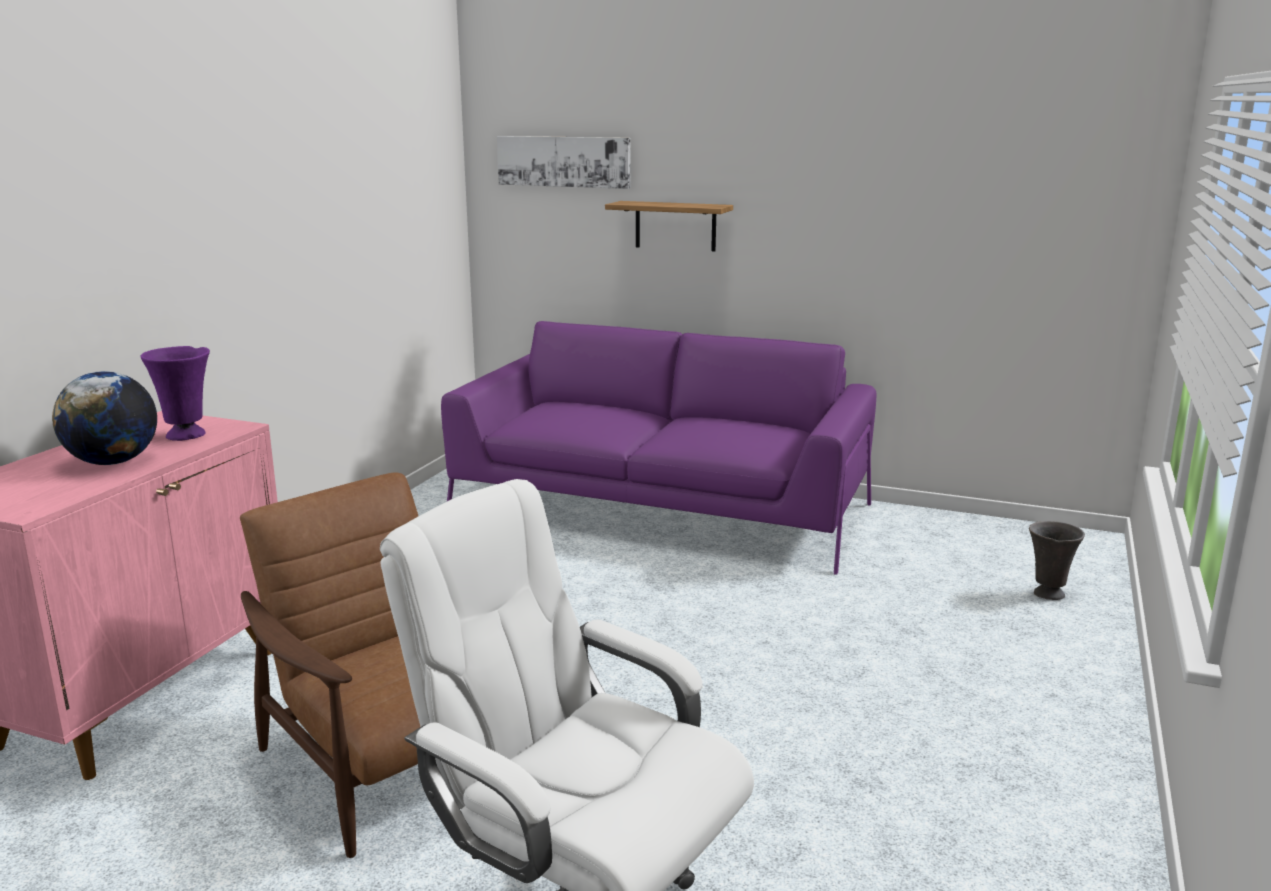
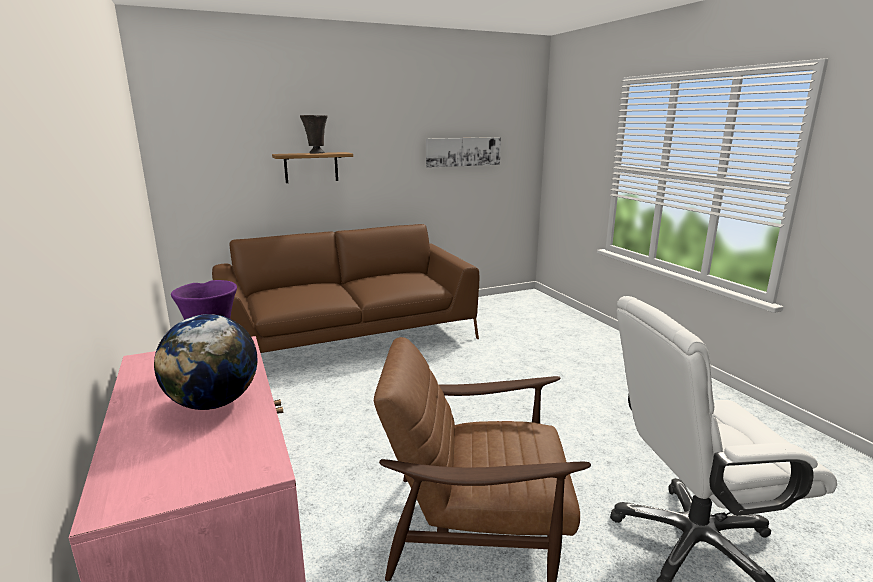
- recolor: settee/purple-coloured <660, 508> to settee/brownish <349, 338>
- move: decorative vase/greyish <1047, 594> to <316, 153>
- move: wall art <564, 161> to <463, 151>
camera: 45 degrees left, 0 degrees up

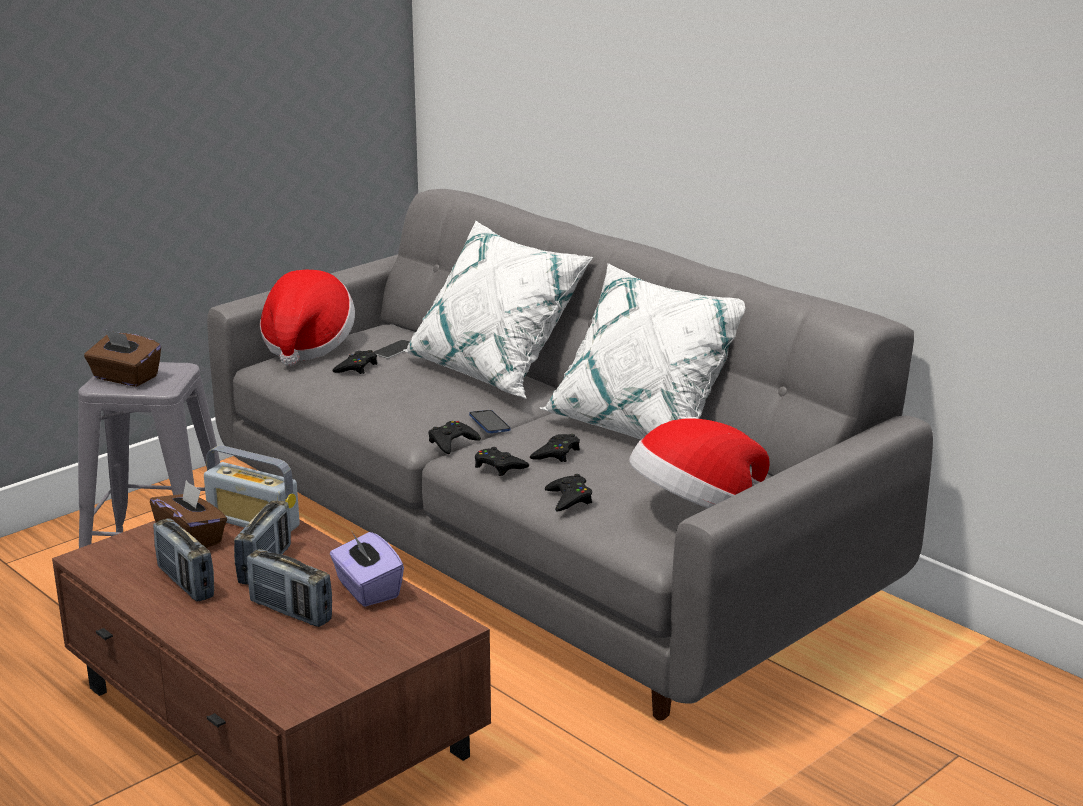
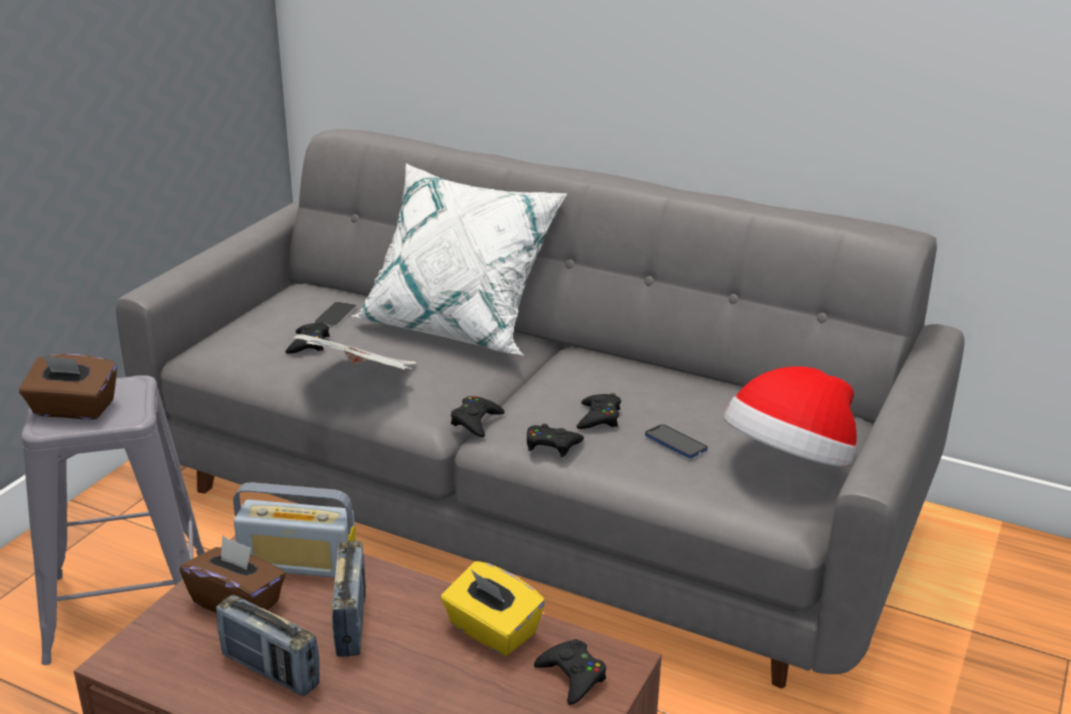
- insert: daily paper <362, 380>
- recolor: tissue box/purple-coloured <367, 589> to tissue box/yellow-coloured <492, 631>
- move: joypad/black-coloured <569, 499> to <572, 676>
- move: handset <489, 423> to <675, 443>
- delete: radio <290, 612>
- delete: wearable hat <307, 346>
- delete: pillow/white-coloured <645, 426>
camera: 20 degrees left, 5 degrees up

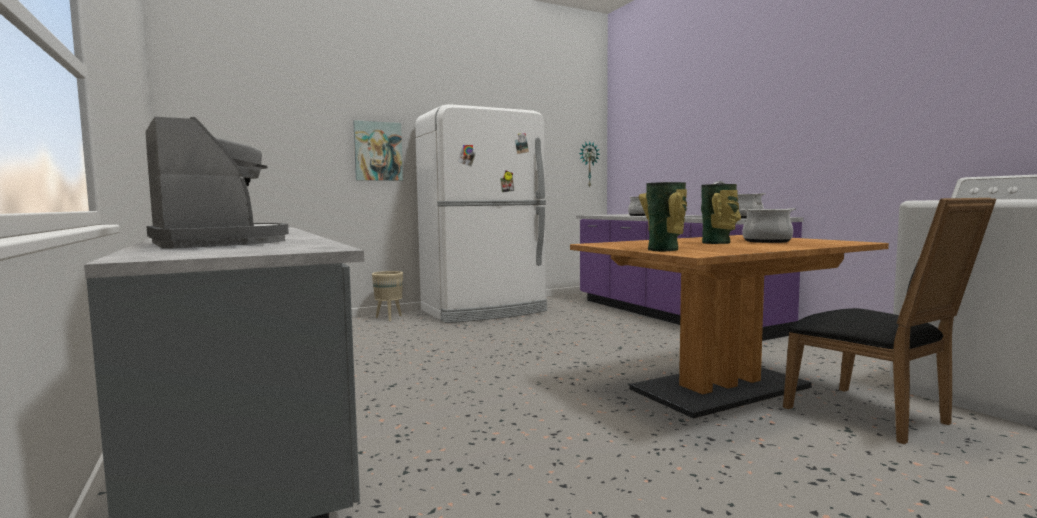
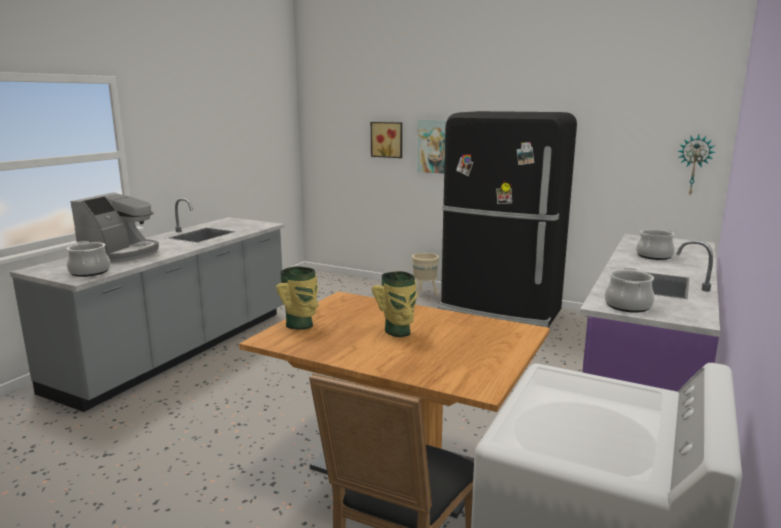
- move: saucepot <767, 241> to <89, 272>
- insert: wall art <387, 139>
- recolor: fridge/white-coloured <485, 311> to fridge/black-coloured <500, 313>
camera: 55 degrees right, 10 degrees up

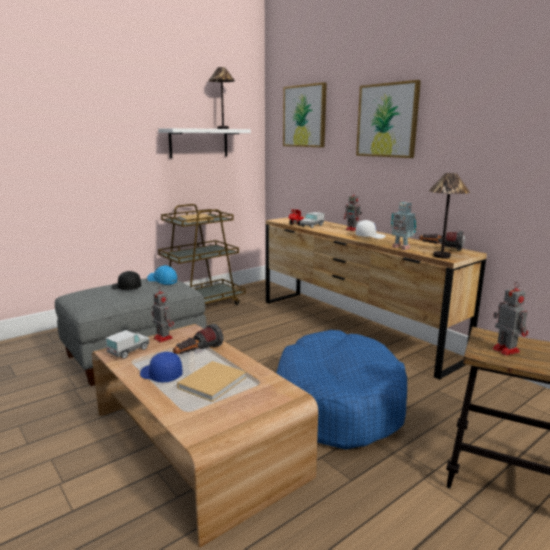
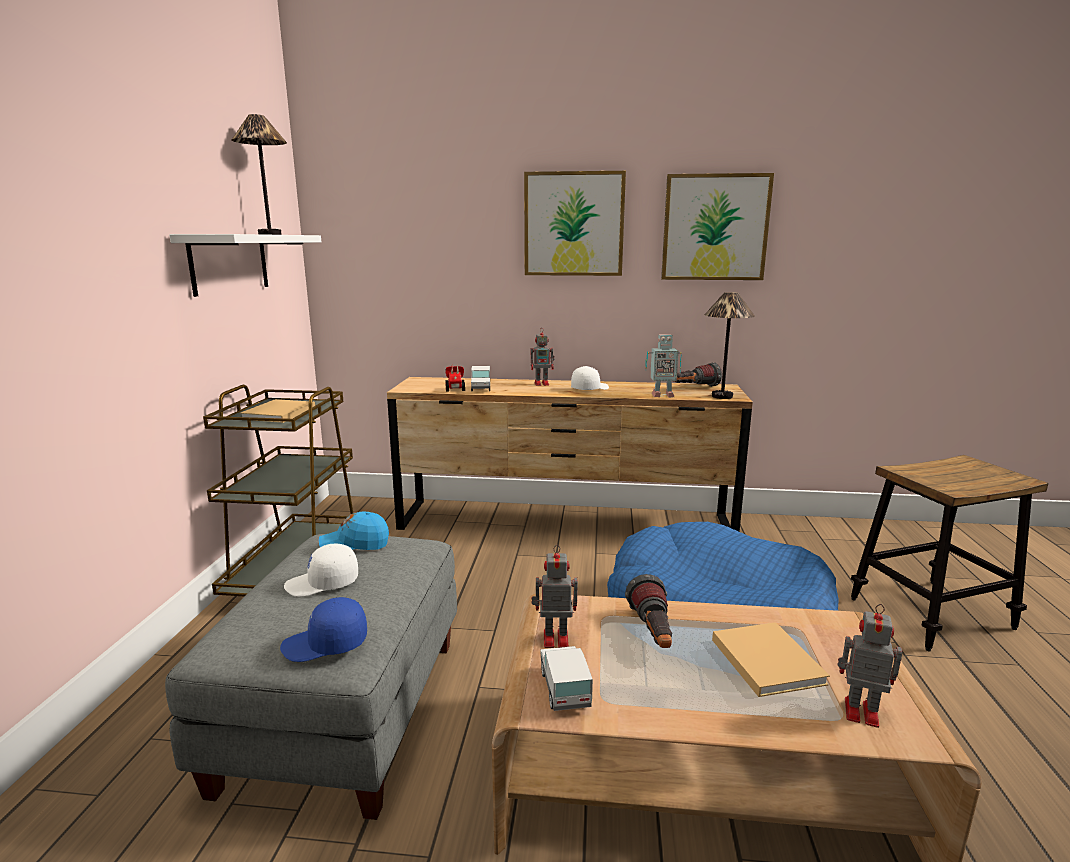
- move: peaked cap/blue-coloured <160, 375> to <325, 644>
- recolor: peaked cap/black-coloured <125, 288> to peaked cap/white-coloured <322, 584>
- move: wall art <304, 116> to <715, 228>
- move: model robot <504, 349> to <858, 711>
camera: 45 degrees left, 0 degrees up

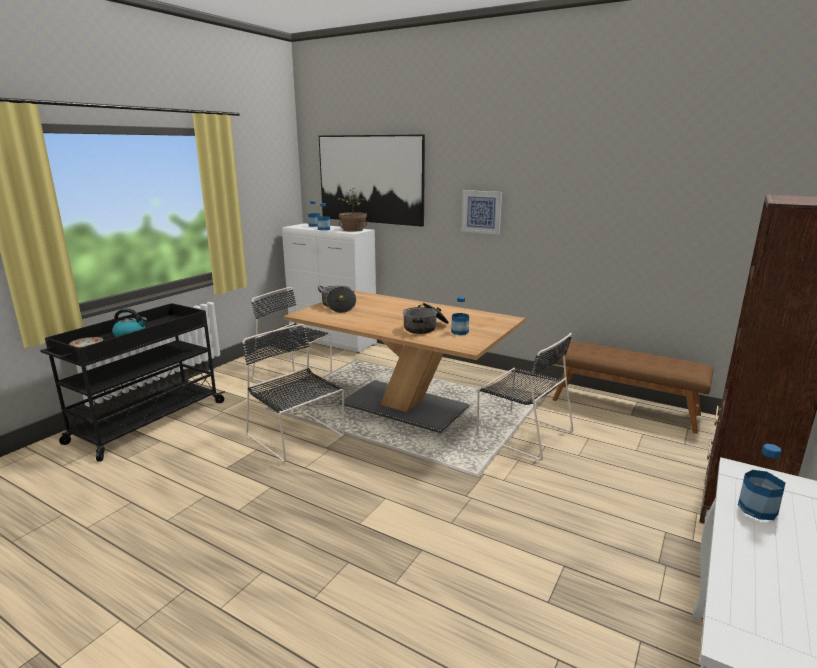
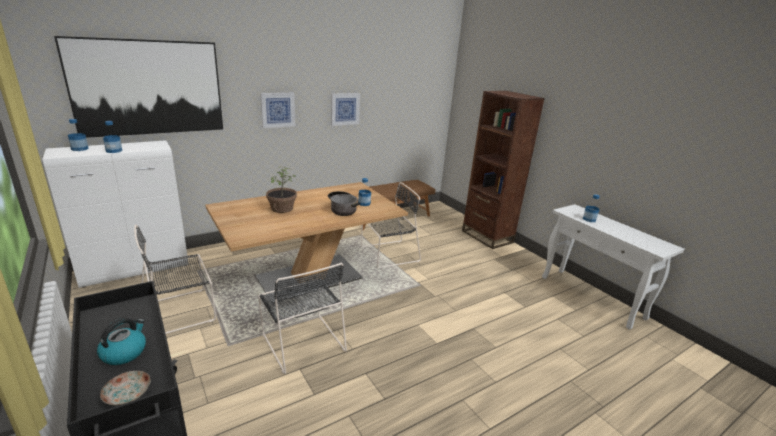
- rotate: upright chair/black-coloured <297, 437> = <302, 340> 105 degrees counterclockwise
- move: houseplant <353, 230> to <281, 208>
- insert: wall art <345, 109>
- delete: saucepot <338, 306>
camera: 65 degrees left, 5 degrees up

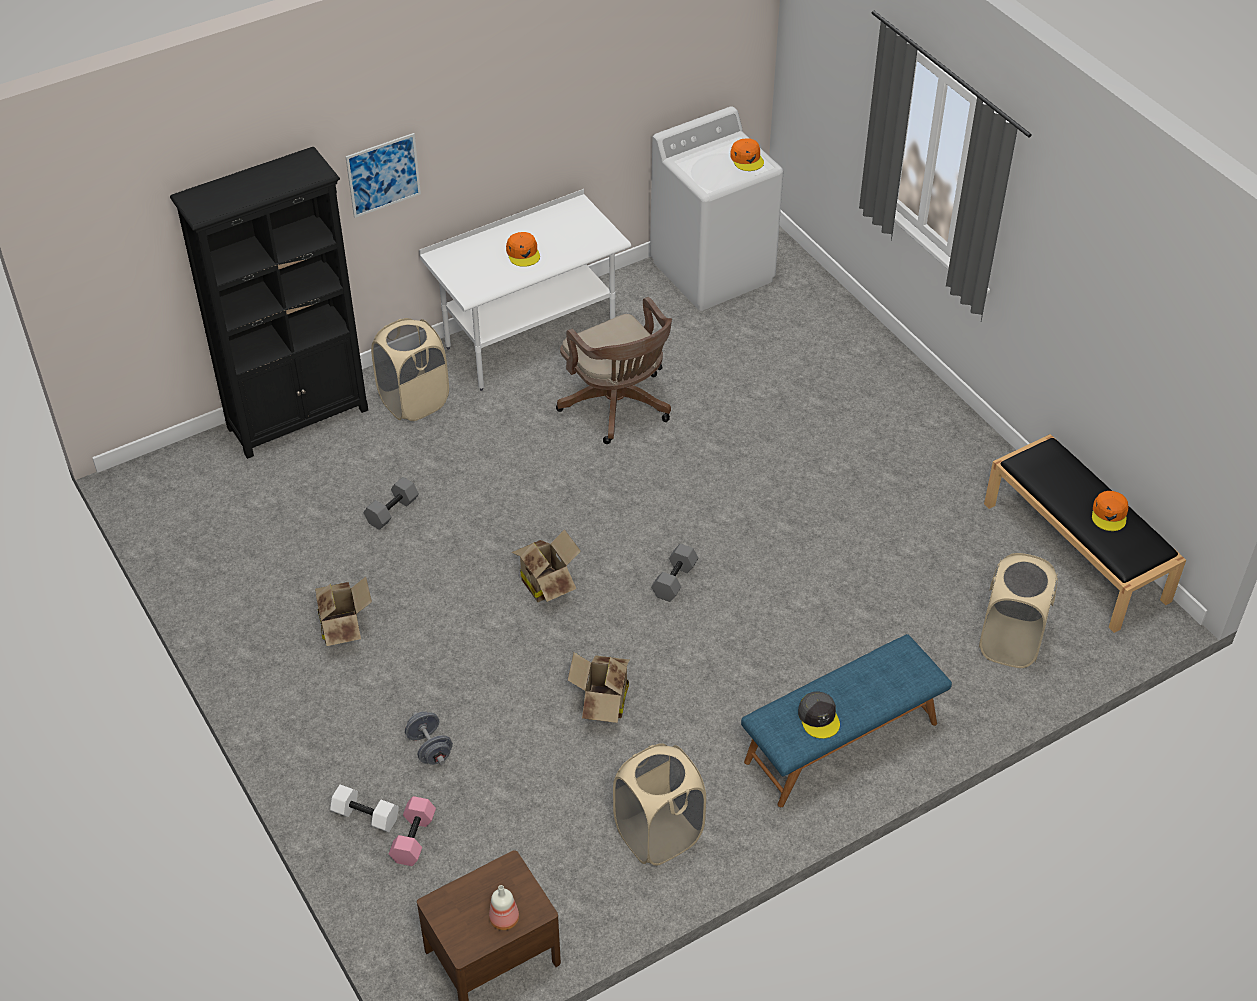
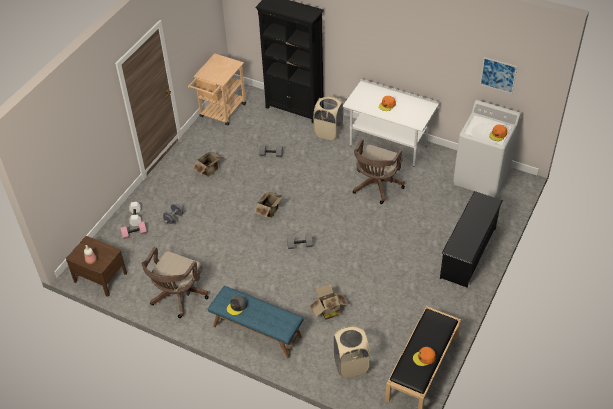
- replace: washing basket/beige <658, 834> to desk chair/brownish <177, 297>
- insert: trolley/beige <221, 113>
- move: packing box <602, 703> to <328, 310>
- insert: shoe stand/black-coloured <468, 253>
- move: wall art <383, 175> to <498, 75>
camera: 60 degrees right, 0 degrees up

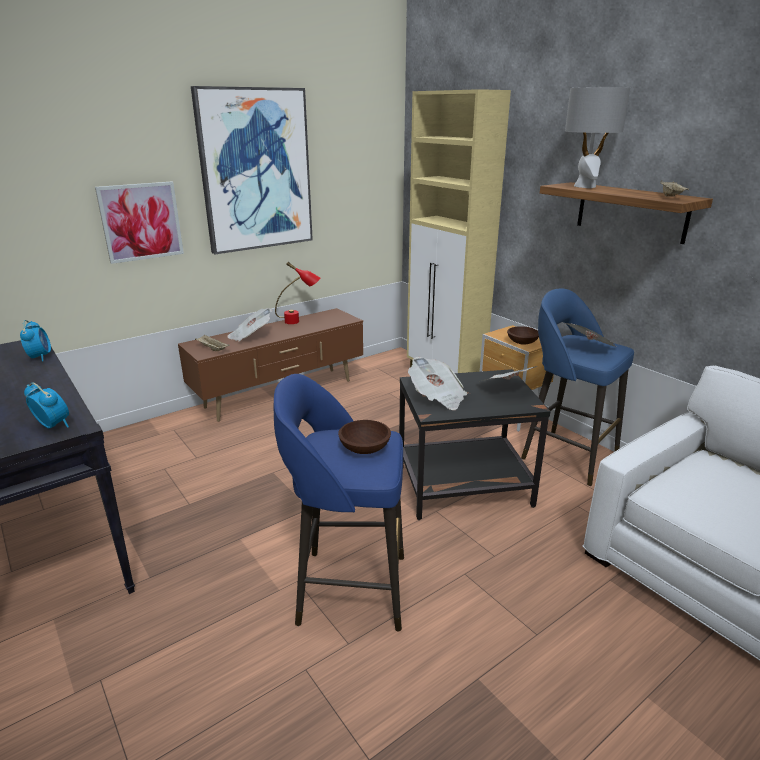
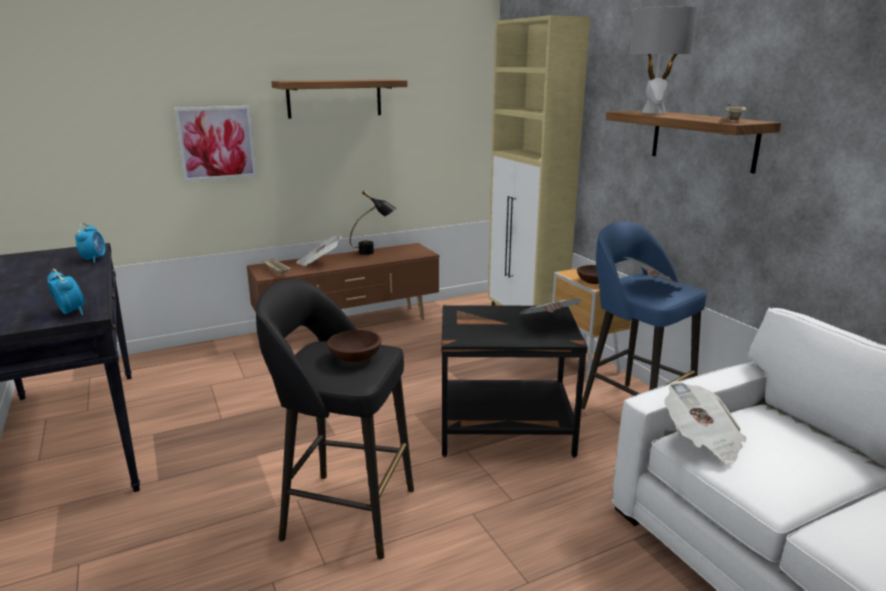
- recolor: sitting stool/blue-coloured <348, 588> to sitting stool/black-coloured <345, 513>
- replace: wall art <255, 170> to wall shelf <334, 98>
- recolor: tabletop lamp/red <299, 321> to tabletop lamp/black-coloured <373, 252>
- move: daily paper <437, 397> to <702, 440>
camera: 10 degrees right, 5 degrees down

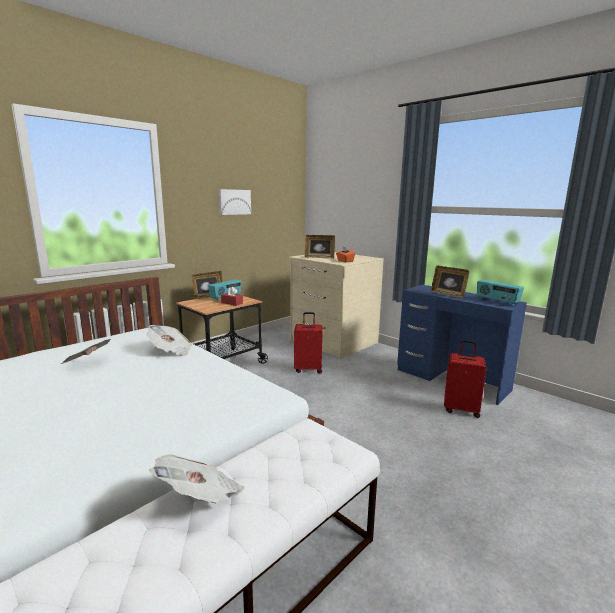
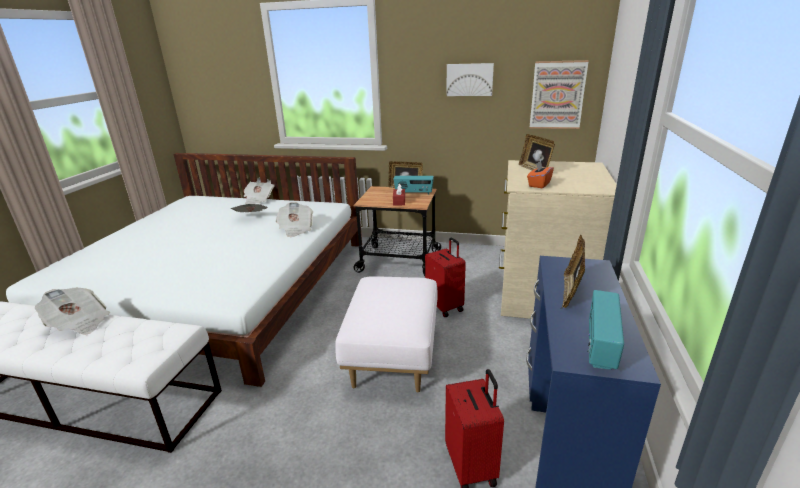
- insert: daily paper <259, 199>
- insert: footrest/white-coloured <394, 356>
- insert: wall art <557, 95>
camera: 60 degrees right, 10 degrees up

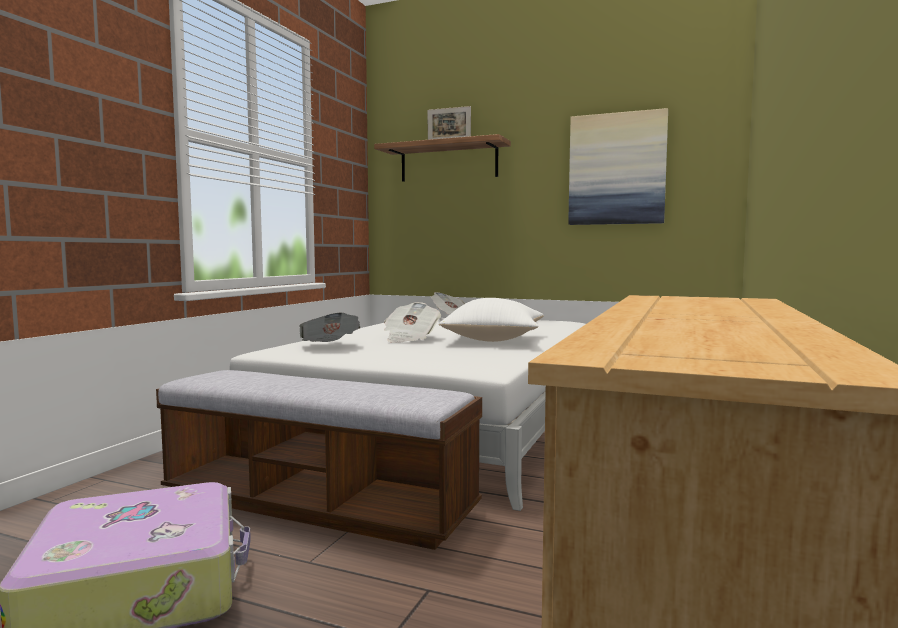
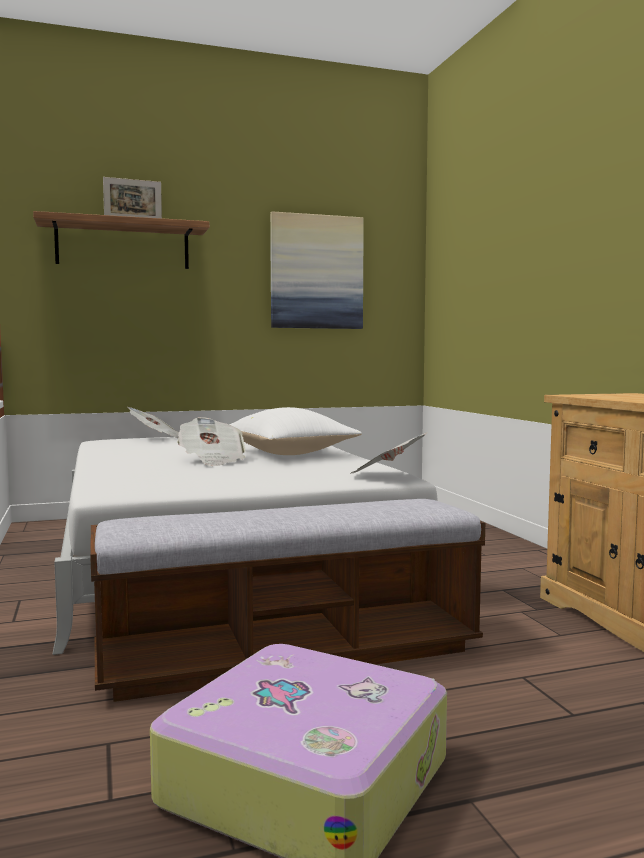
- move: daily paper <329, 346> to <386, 476>
camera: 40 degrees left, 0 degrees up

